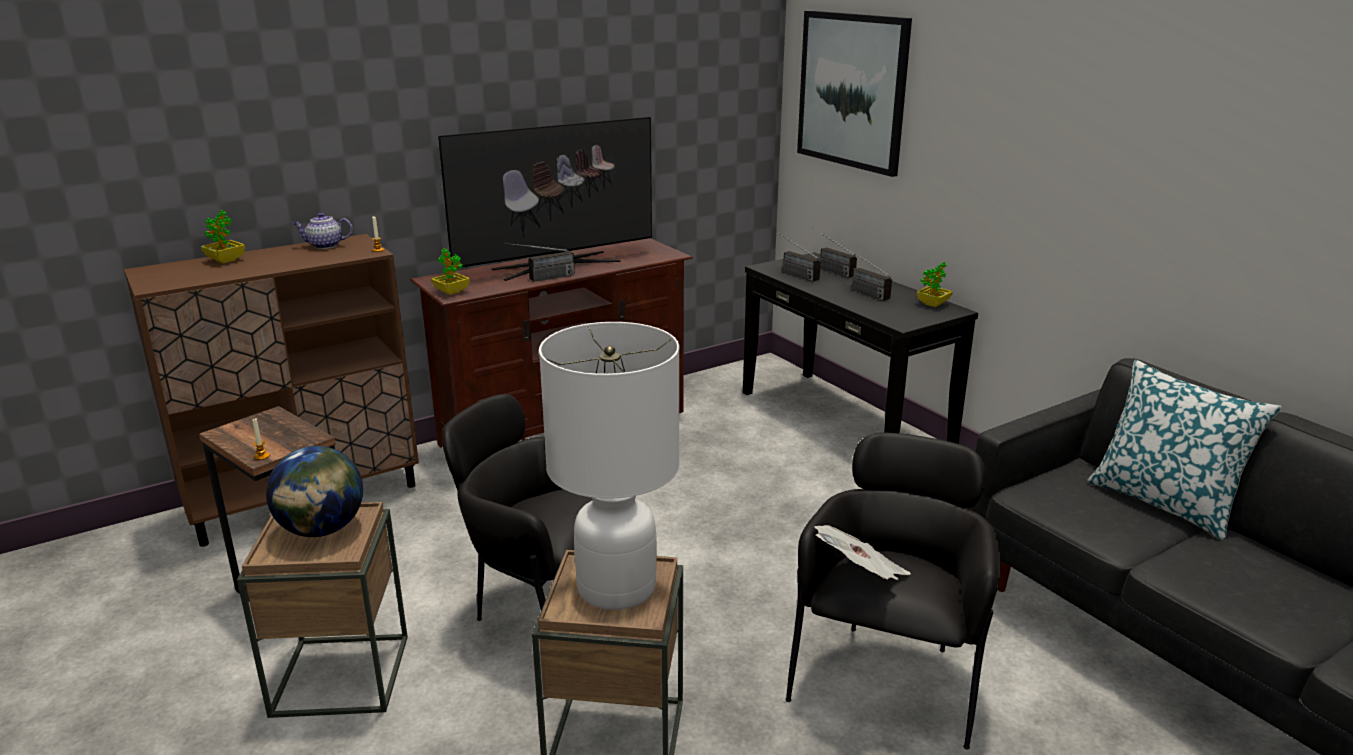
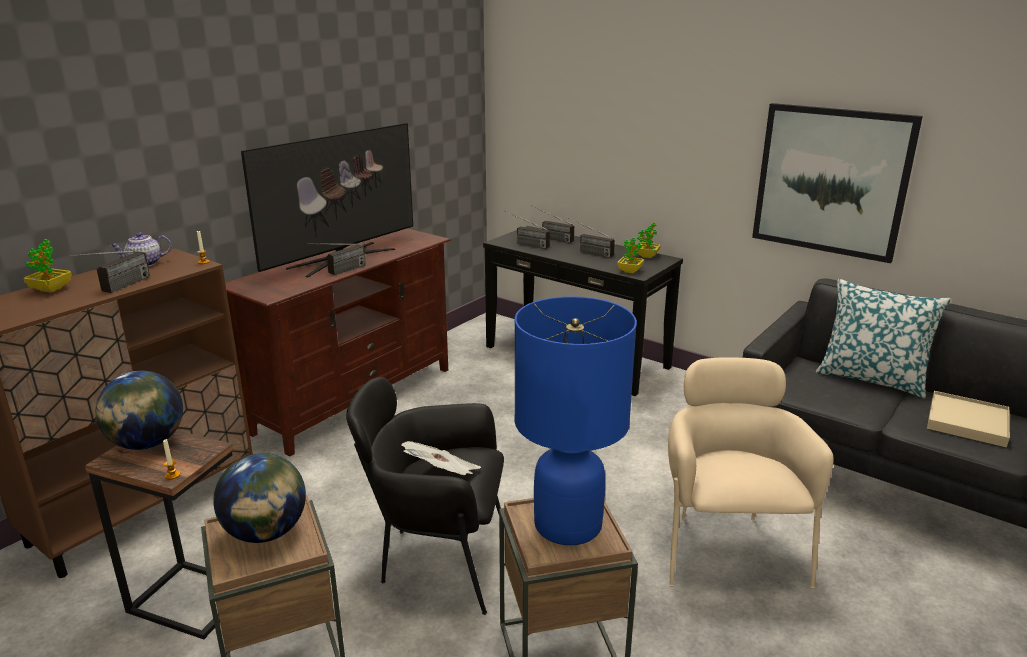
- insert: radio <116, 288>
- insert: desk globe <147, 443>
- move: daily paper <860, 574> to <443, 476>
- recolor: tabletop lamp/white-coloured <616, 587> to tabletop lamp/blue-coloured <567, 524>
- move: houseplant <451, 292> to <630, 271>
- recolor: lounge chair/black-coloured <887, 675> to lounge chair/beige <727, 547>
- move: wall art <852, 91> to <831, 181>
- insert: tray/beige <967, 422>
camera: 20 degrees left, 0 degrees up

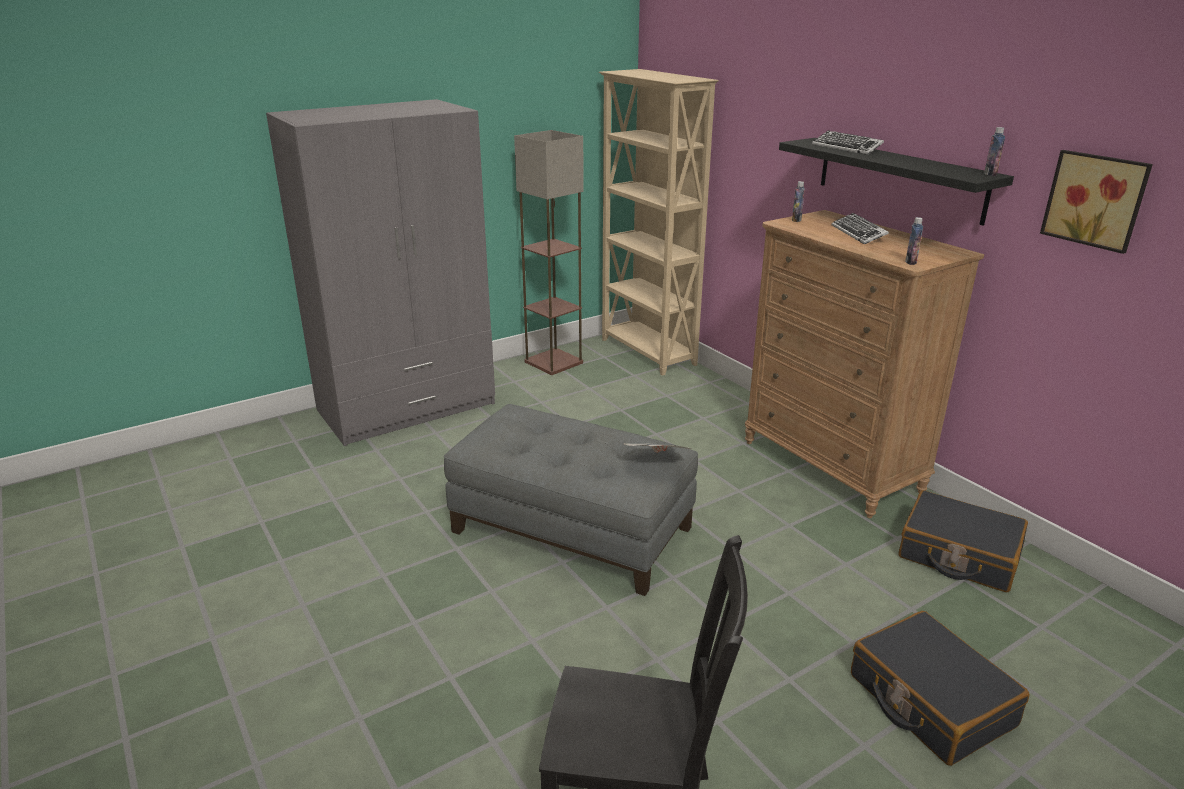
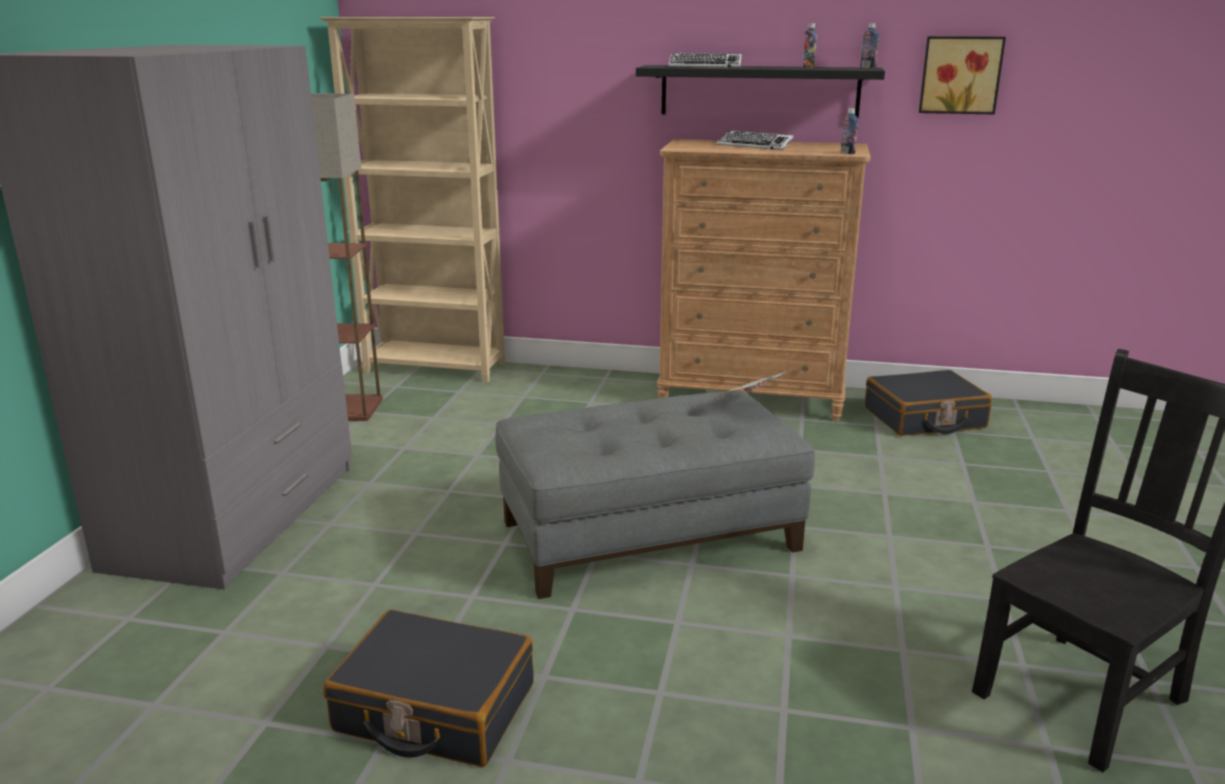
- move: suitcase/black-coloured <930, 700> to <434, 708>
- move: beverage bottle <796, 220> to <808, 67>
camera: 45 degrees left, 5 degrees down

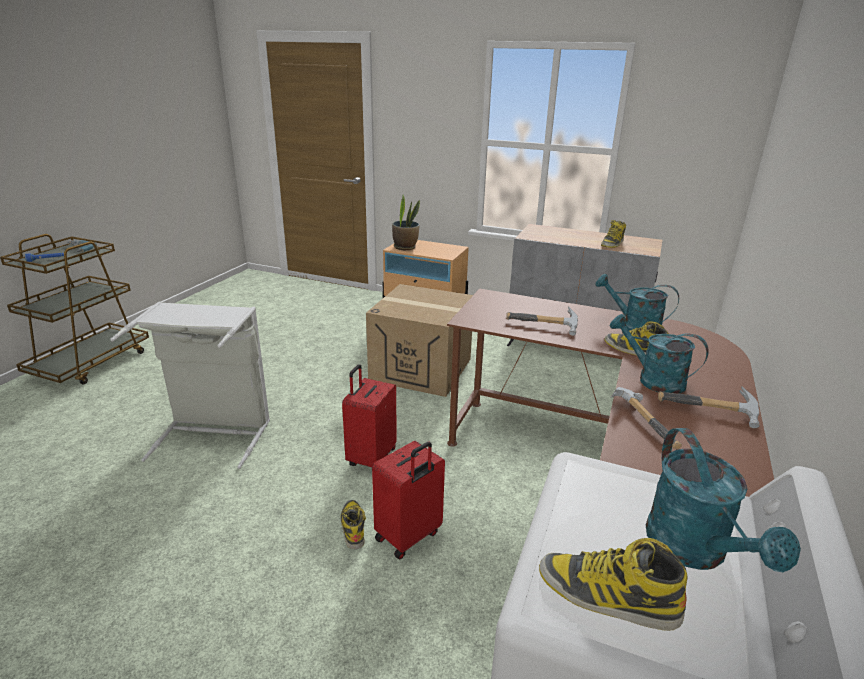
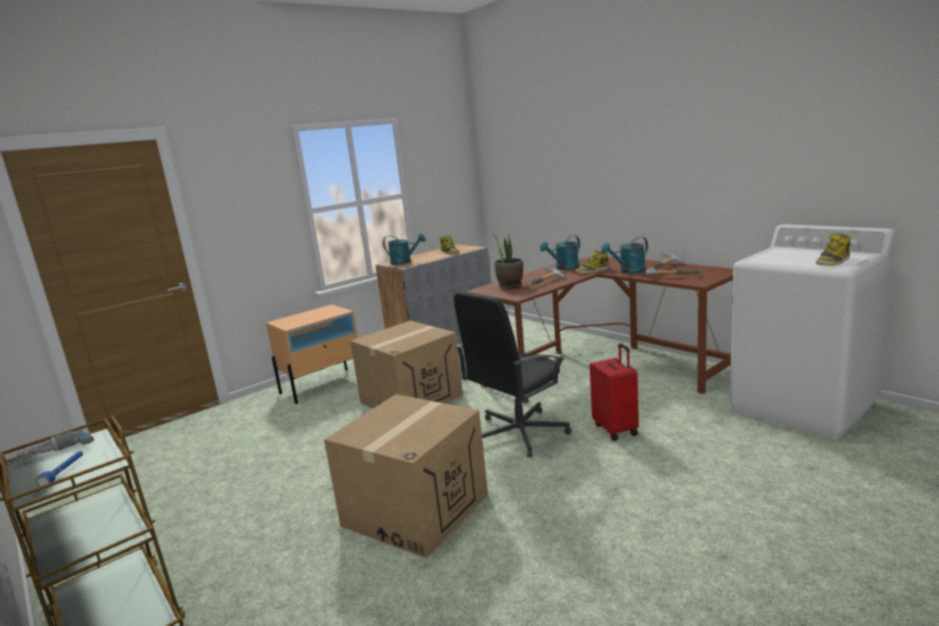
- replace: washing basket/greyish <215, 433> to packing box <415, 509>
- move: watering pot/turquoise-coloured <695, 551> to <404, 262>
- replace: suitcase/red <370, 457> to desk chair/black-coloured <518, 433>
- move: houseplant <405, 247> to <510, 286>
- delete: high-top boot <352, 526>
camera: 60 degrees left, 10 degrees down

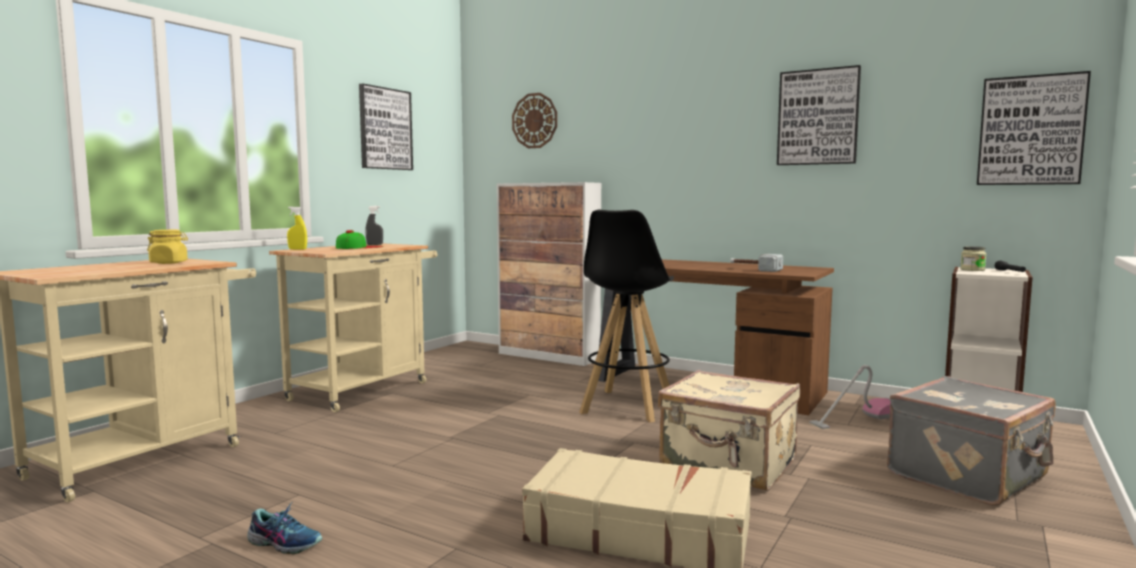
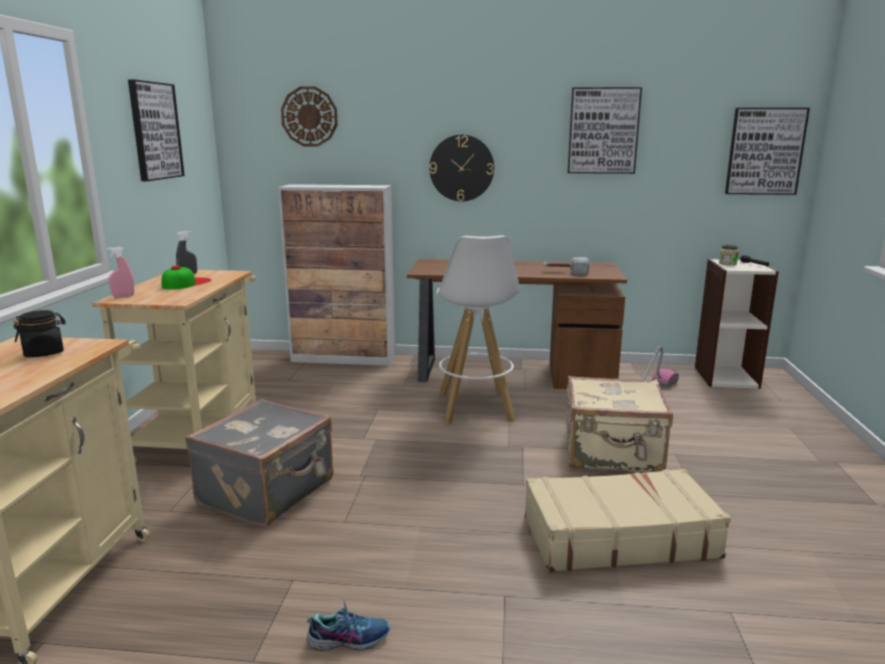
- recolor: preserve jar/yellow-coloured <169, 263> to preserve jar/black-coloured <44, 353>
- recolor: sprayer/yellow-coloured <297, 249> to sprayer/pink-coloured <123, 296>
- move: suitcase/greyish <969, 476> to <268, 492>
- insert: hanging clock <461, 168>
- recolor: sitting stool/black-coloured <627, 406> to sitting stool/white-coloured <475, 407>
camera: 25 degrees left, 10 degrees up

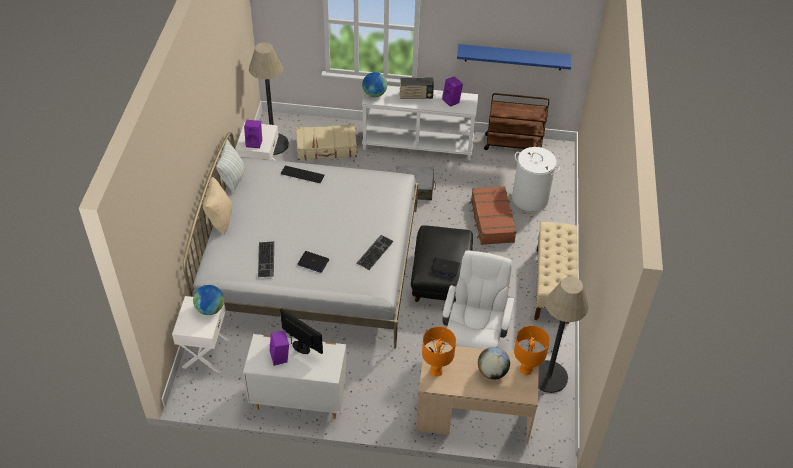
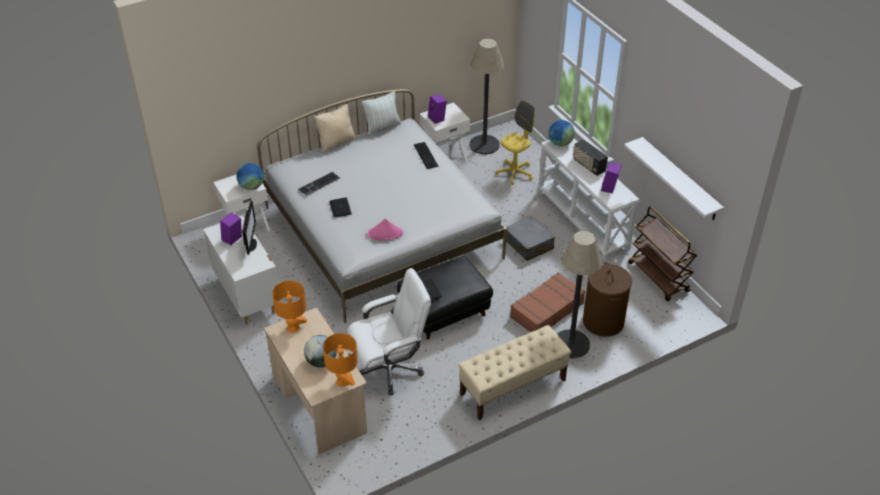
- replace: PC keyboard <374, 251> to wearable hat/pink-coloured <385, 233>
- replace: suitcase/beige <326, 148> to desk chair/yellow-coloured <514, 173>
- move: floor lamp <549, 377> to <571, 344>
- recolor: washing basket/white-coloured <530, 198> to washing basket/brownish <603, 322>
- recolor: wall shelf/blue-coloured <513, 57> to wall shelf/white-coloured <680, 179>
camera: 55 degrees right, 5 degrees down

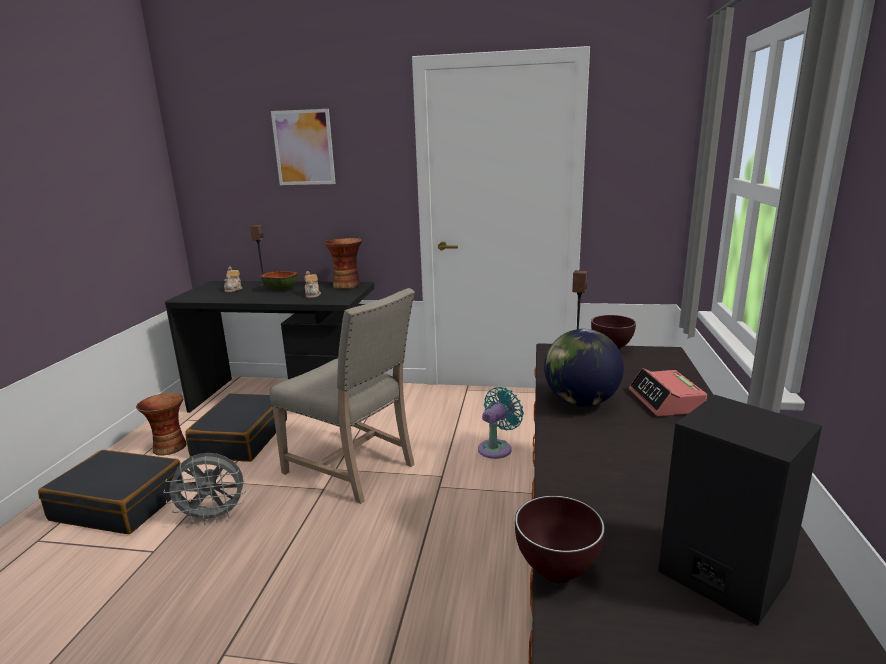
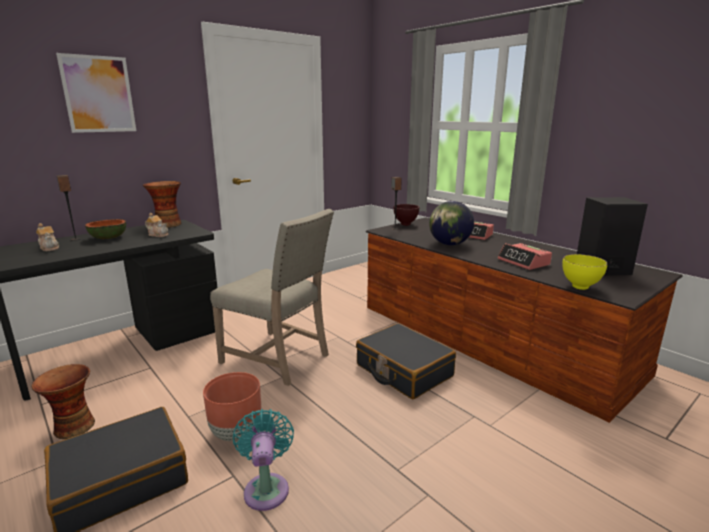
- replace: cooling fan/greyish <213, 517> to planter/brownish <236, 432>
- rotate: upright chair/beige <354, 468> = <279, 358> 45 degrees clockwise
- move: cooling fan/turquoise-coloured <497, 447> to <266, 487>
- move: suitcase/black-coloured <241, 438> to <403, 371>
- insert: table clock <523, 262>
- recolor: serving bowl/brownish <559, 573> to serving bowl/yellow-coloured <580, 287>
camera: 50 degrees left, 0 degrees up

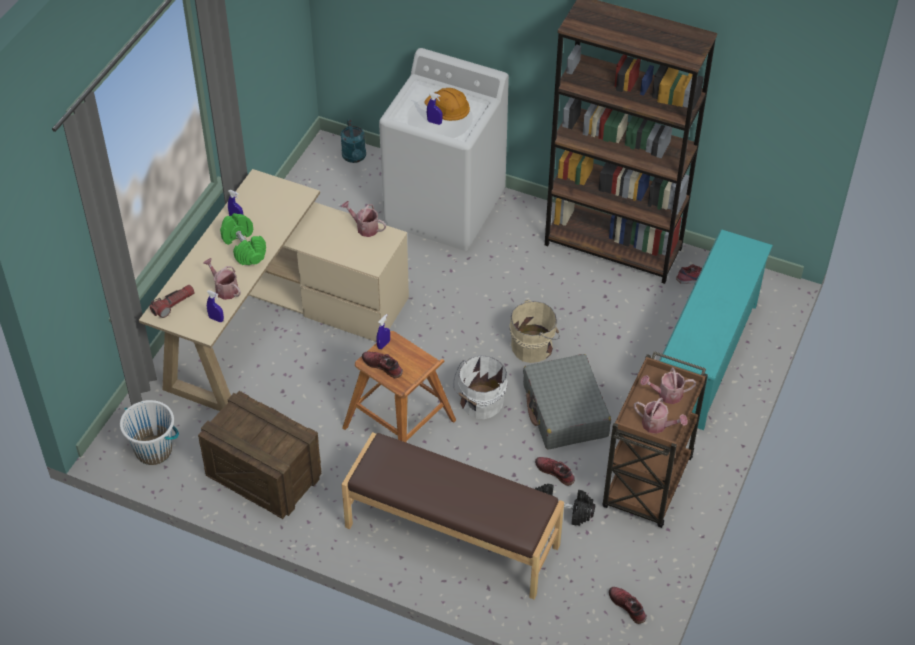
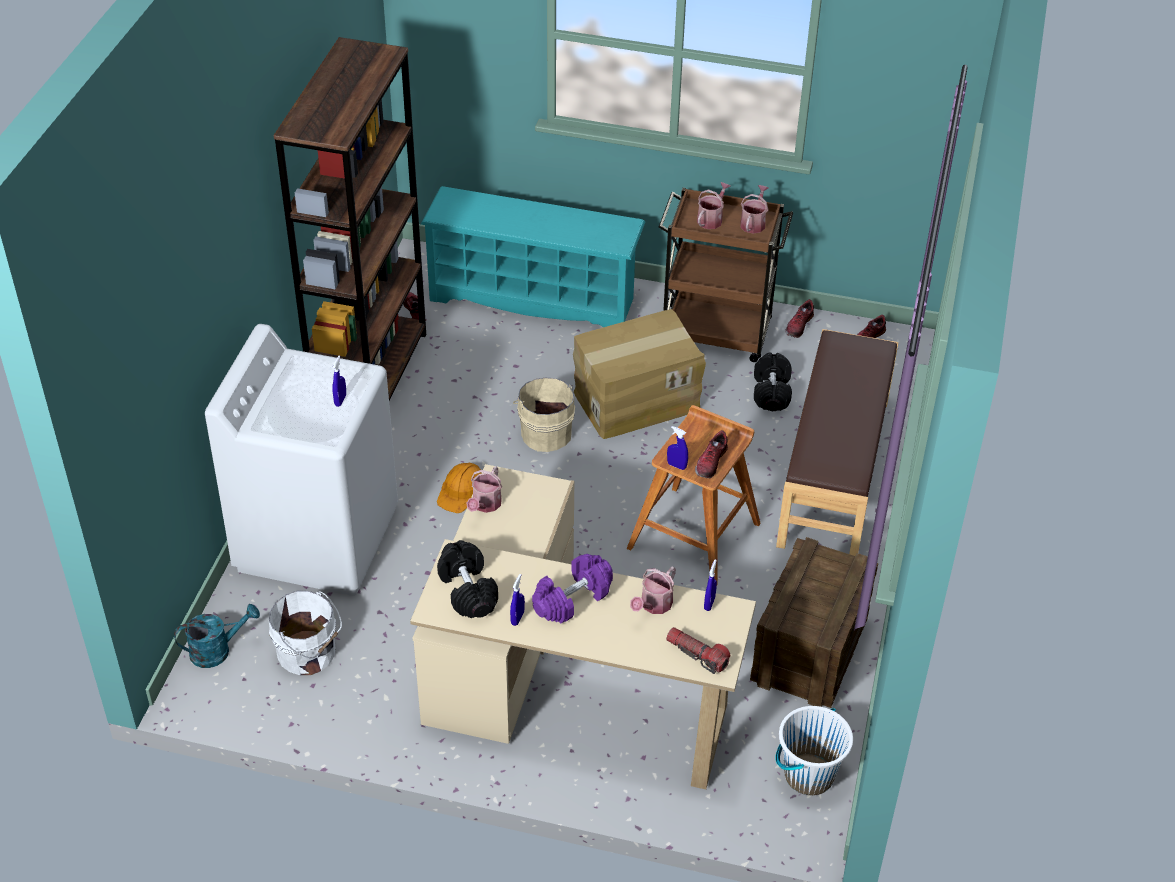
- move: pail/white-coloured <480, 403> to <308, 654>
- move: safety helmet/orange-coloured <447, 106> to <463, 490>
- insert: dumbbell/black-coloured <467, 590>
- recolor: dumbbell/green <244, 248> to dumbbell/purple-coloured <572, 598>
- replace: suitcase/greyish <565, 411> to packing box <636, 400>
- rotate: watering pot <666, 394> = <711, 219> 135 degrees counterclockwise
- move: item of footwear <555, 472> to <798, 325>
camera: 100 degrees left, 5 degrees down

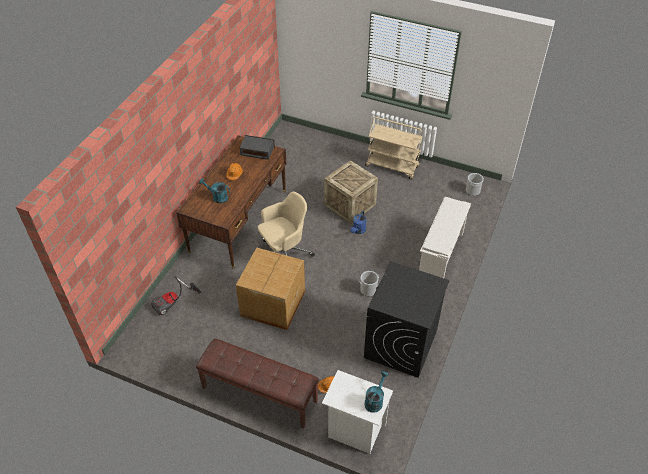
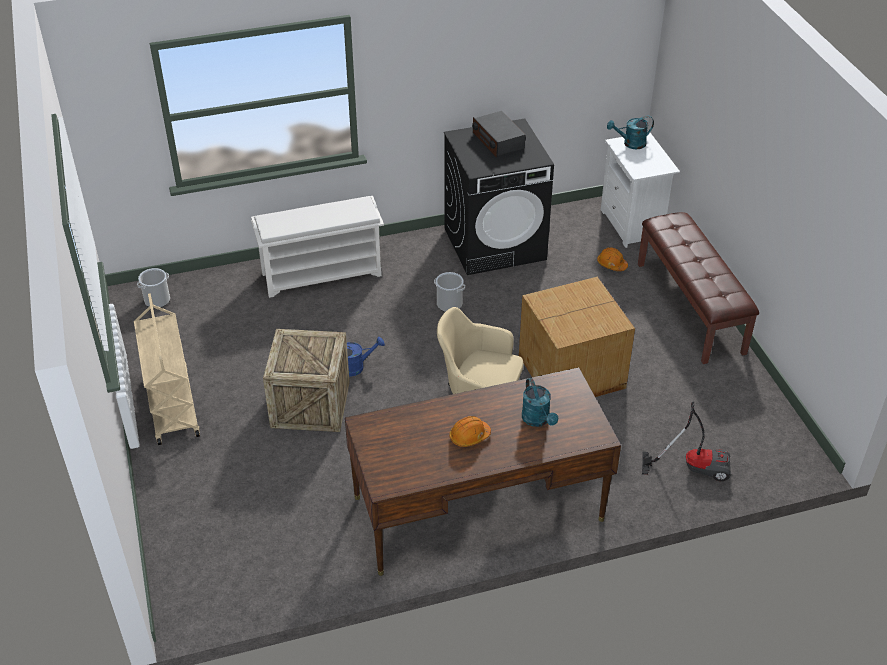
- move: radio <257, 151> to <498, 141>
camera: 130 degrees left, 5 degrees down

